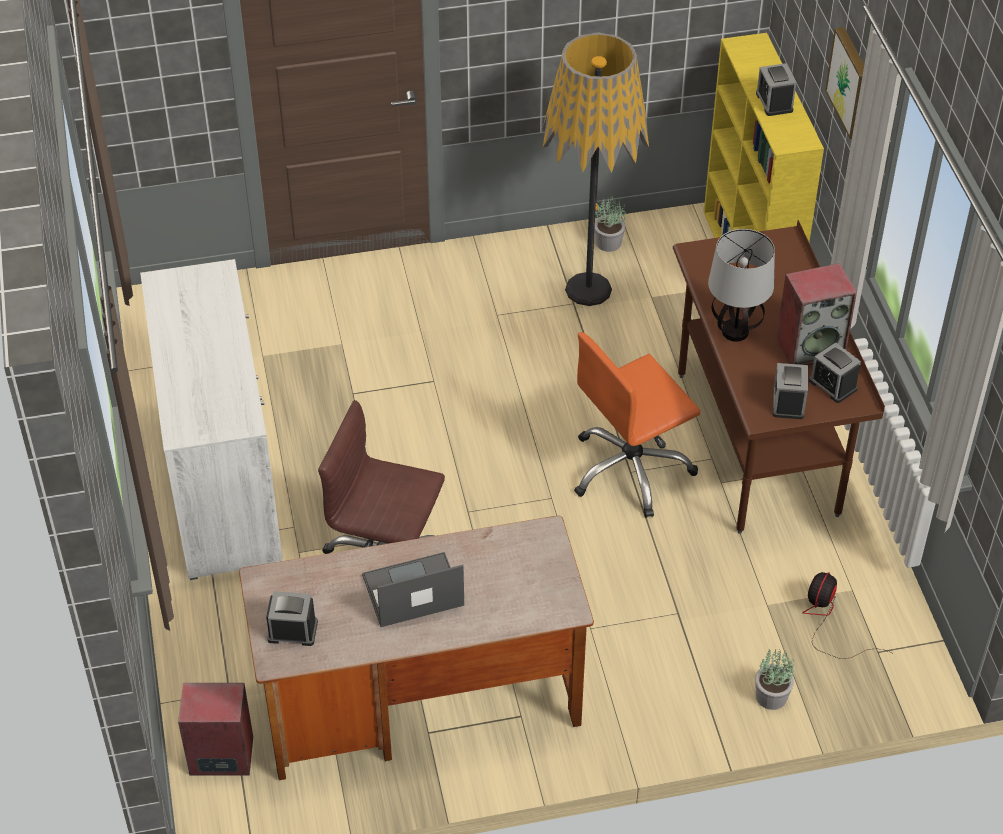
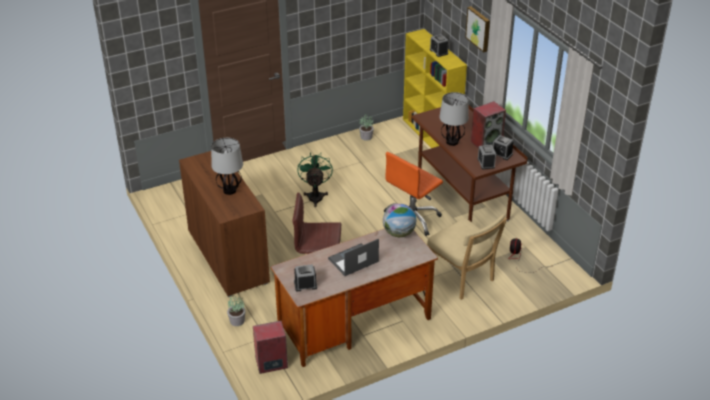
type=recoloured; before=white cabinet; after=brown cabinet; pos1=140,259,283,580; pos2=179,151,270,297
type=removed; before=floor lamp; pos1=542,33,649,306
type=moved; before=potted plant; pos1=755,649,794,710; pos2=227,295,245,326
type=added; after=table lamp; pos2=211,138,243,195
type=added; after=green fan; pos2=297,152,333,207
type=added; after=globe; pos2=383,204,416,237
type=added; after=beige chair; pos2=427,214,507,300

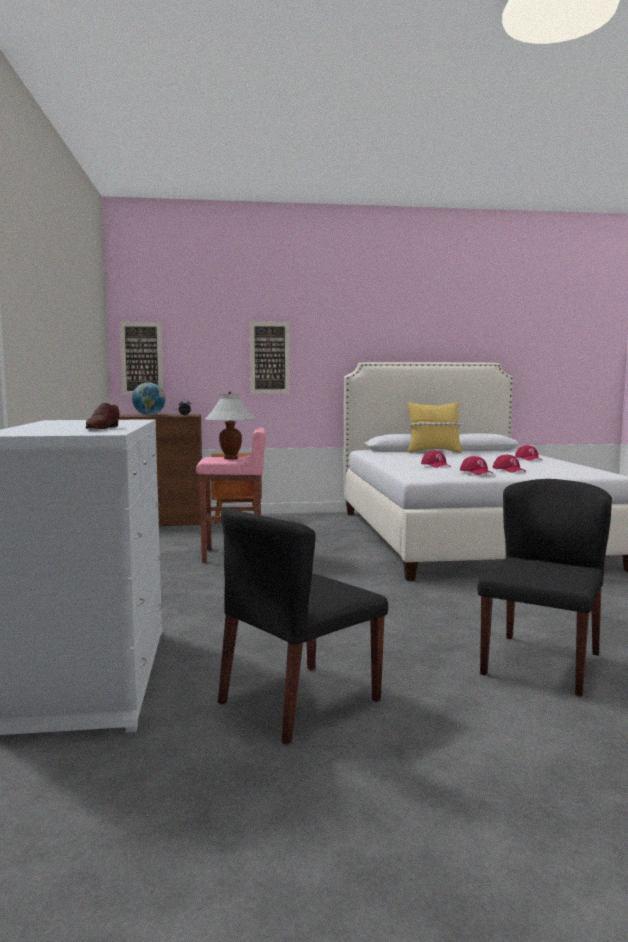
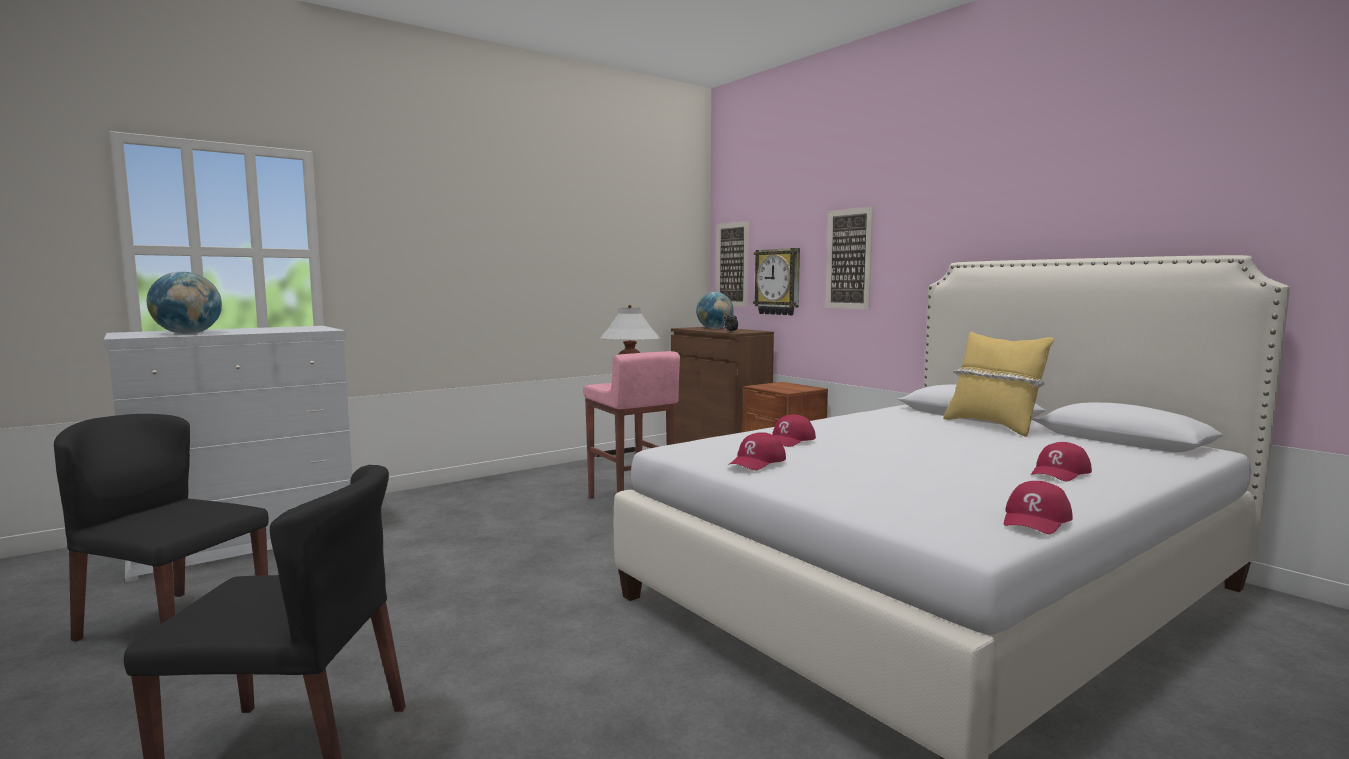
type=replaced; before=brown shoe; after=globe; pos1=86,403,120,429; pos2=147,271,222,334
type=moved; before=red cap; pos1=492,455,526,473; pos2=1004,481,1073,534
type=added; after=wall clock; pos2=753,248,800,315

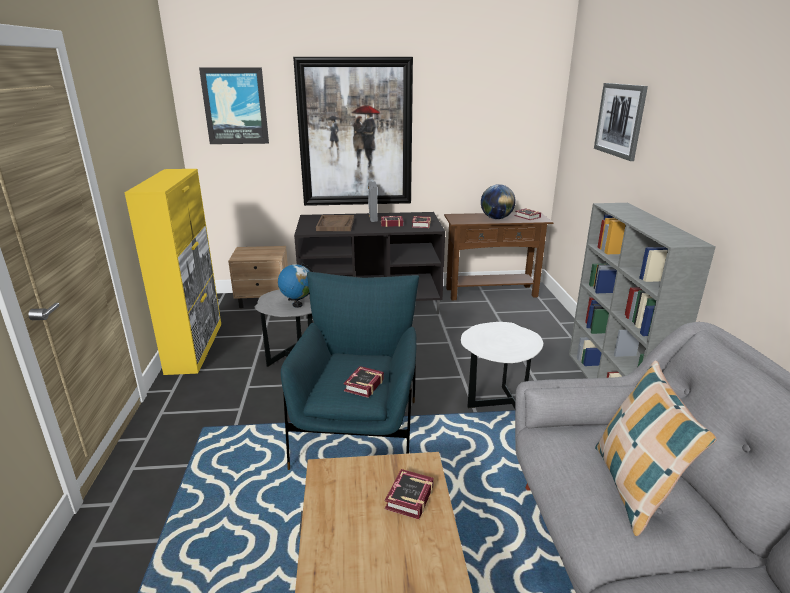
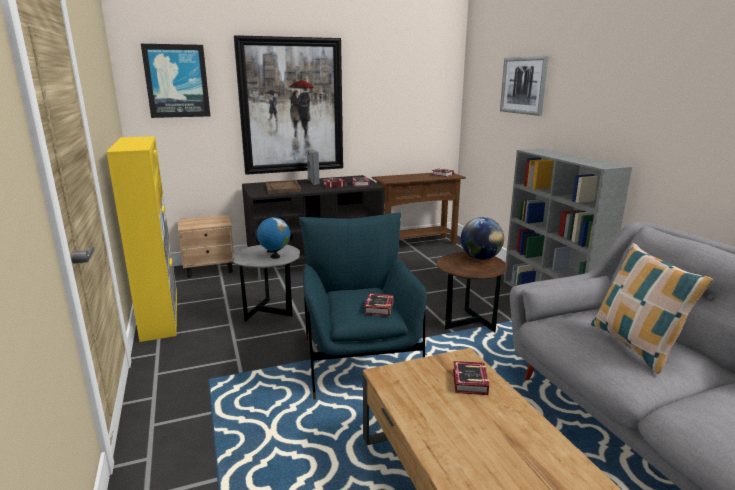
type=recoloured; before=white side table; after=brown side table; pos1=461,322,543,409; pos2=436,252,507,333
type=moved; before=globe; pos1=481,184,516,219; pos2=461,217,504,260

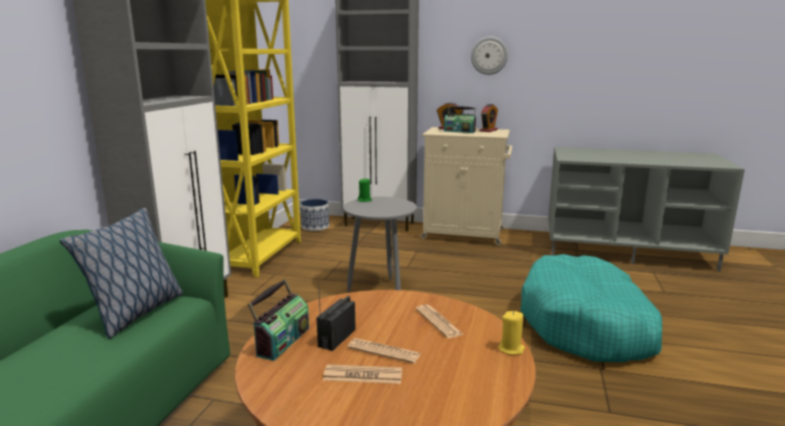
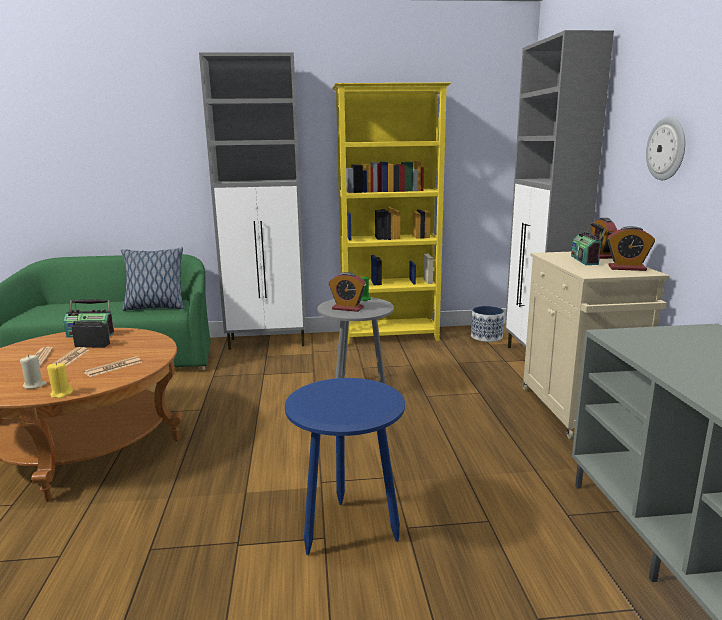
type=replaced; before=turquoise dog bed; after=blue side table; pos1=520,254,662,362; pos2=285,378,405,555
type=added; after=beige candle; pos2=20,355,47,389
type=added; after=alarm clock; pos2=329,272,366,312

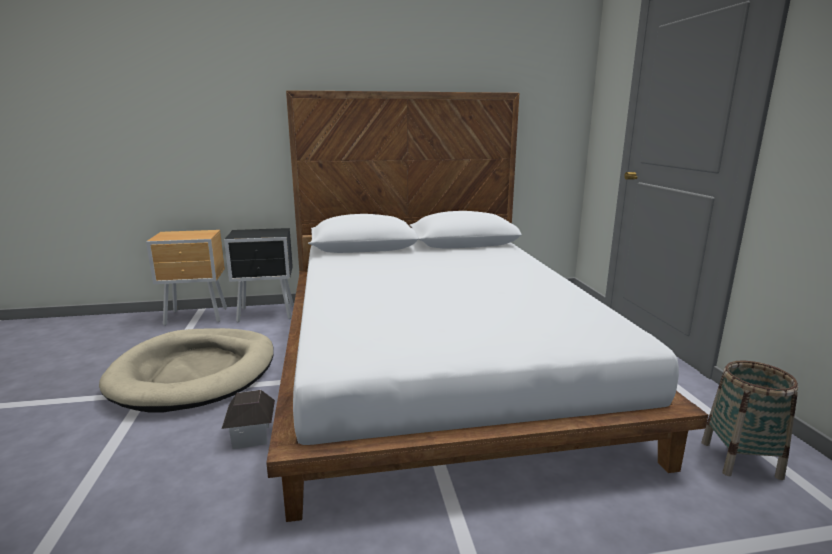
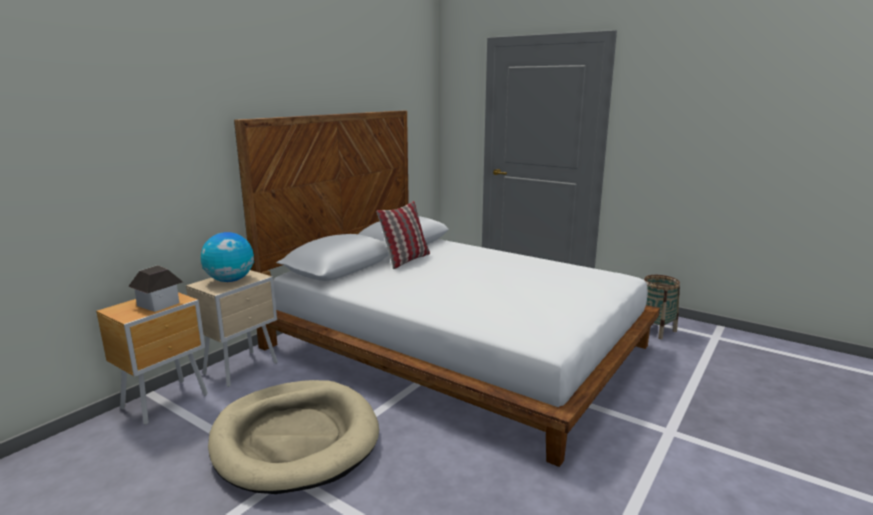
type=moved; before=toy house; pos1=221,390,275,449; pos2=128,265,183,312
type=recoloured; before=black nightstand; after=beige nightstand; pos1=224,228,294,322; pos2=186,270,278,387
type=added; after=globe; pos2=201,232,254,282
type=added; after=pillow; pos2=376,201,430,269

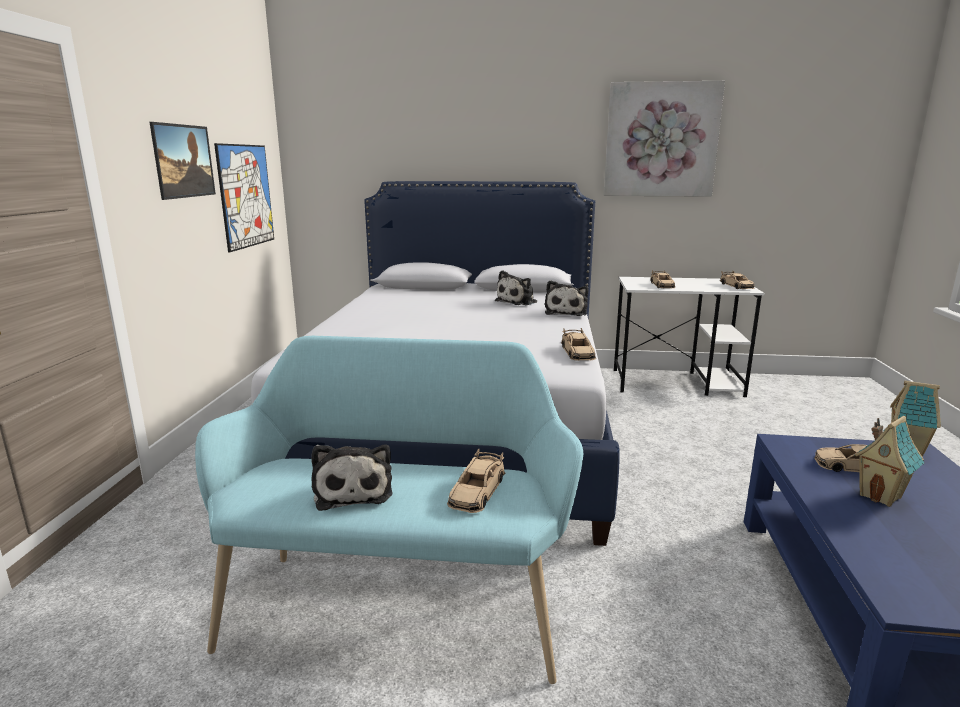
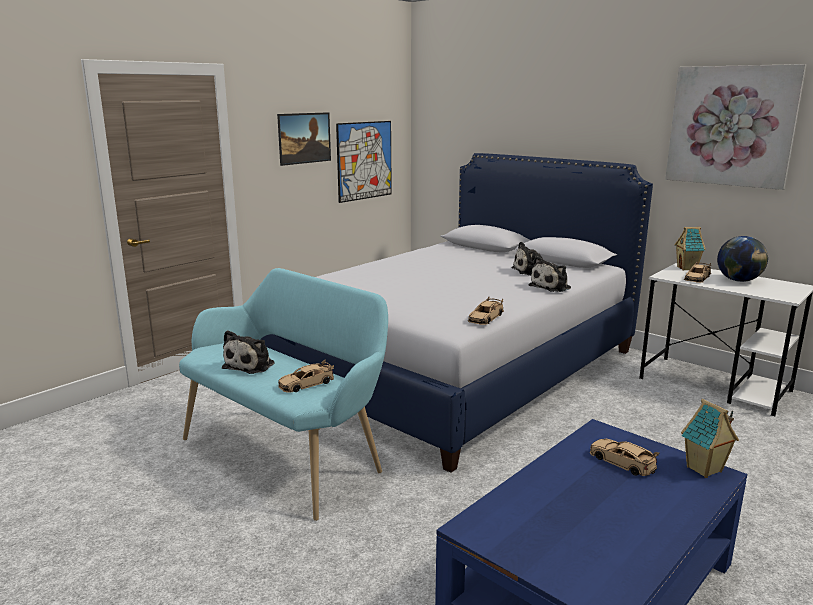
type=removed; before=beige toy car; pos1=720,271,754,289
type=moved; before=toy house; pos1=855,416,924,507; pos2=675,227,706,271
type=added; after=globe; pos2=717,236,768,282

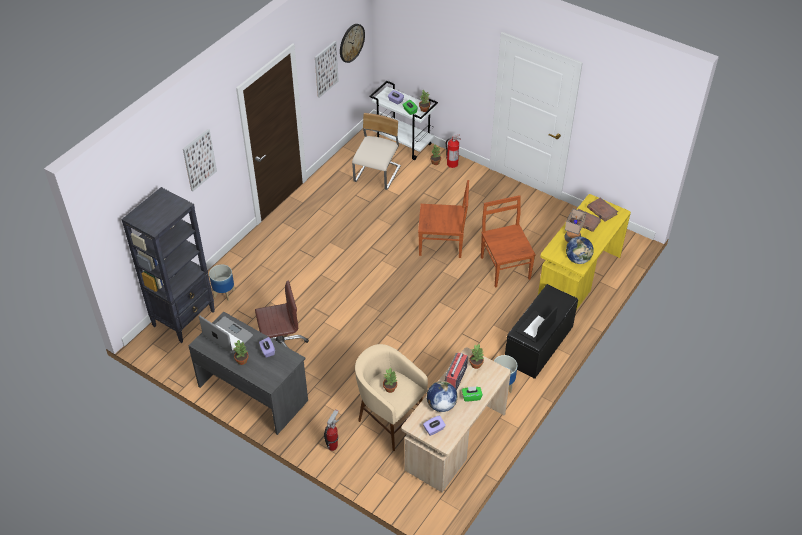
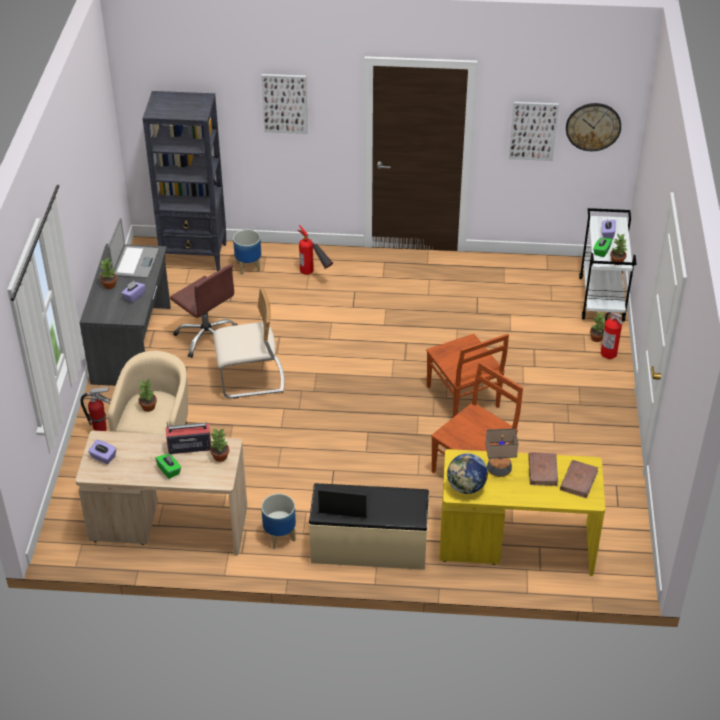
type=moved; before=beige chair; pos1=352,113,401,190; pos2=213,288,284,399
type=removed; before=globe; pos1=427,381,457,412
type=recoloured; before=black bench; after=beige bench; pos1=505,284,578,379; pos2=309,483,429,570
type=added; after=fire extinguisher; pos2=298,225,333,275

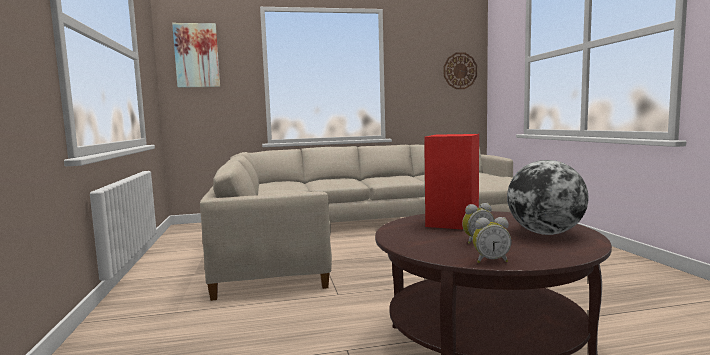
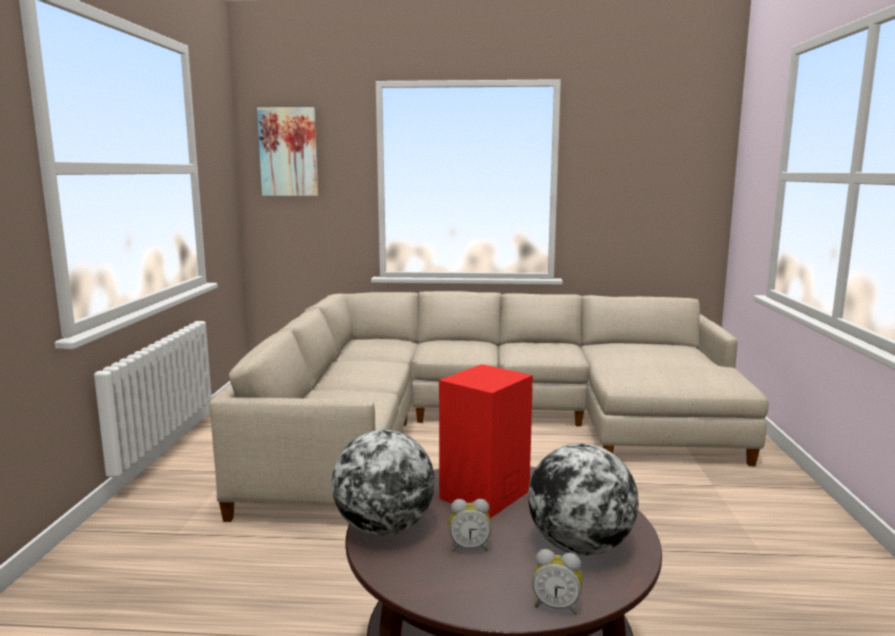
type=removed; before=wall clock; pos1=444,52,477,89
type=moved; before=alarm clock; pos1=473,217,512,263; pos2=532,549,583,615
type=added; after=globe; pos2=332,430,435,536

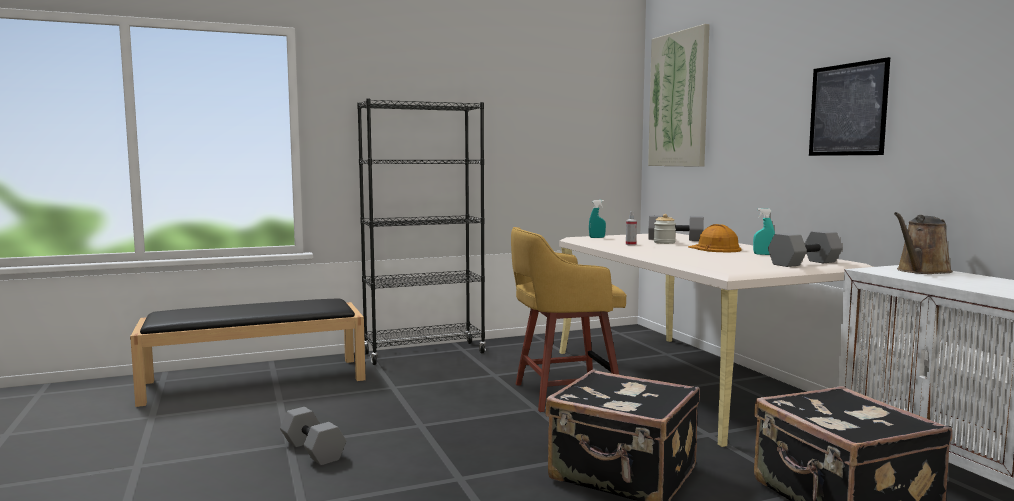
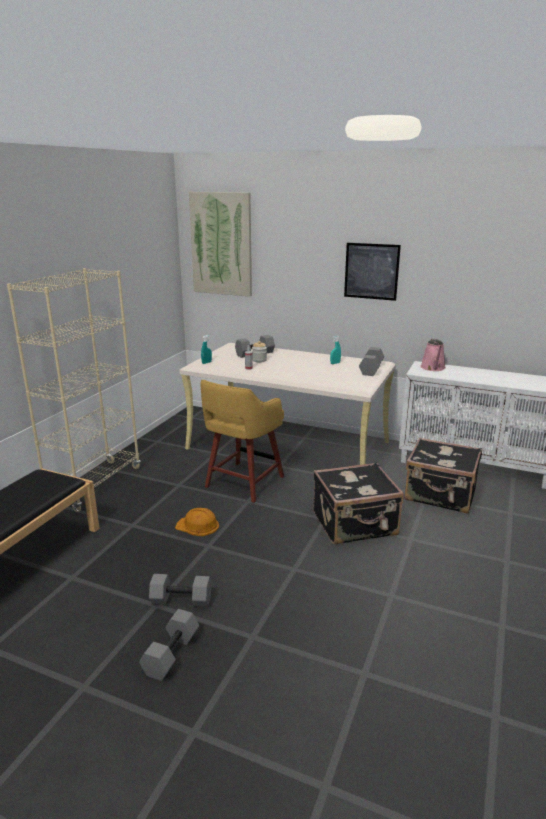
type=recoloured; before=black bookcase; after=beige bookcase; pos1=357,99,486,365; pos2=7,268,140,512
type=moved; before=orange hard hat; pos1=688,224,741,252; pos2=175,508,219,536
type=recoloured; before=brown watering can; after=pink watering can; pos1=894,212,953,274; pos2=420,339,446,371
type=added; after=grey dumbbell; pos2=139,609,199,681

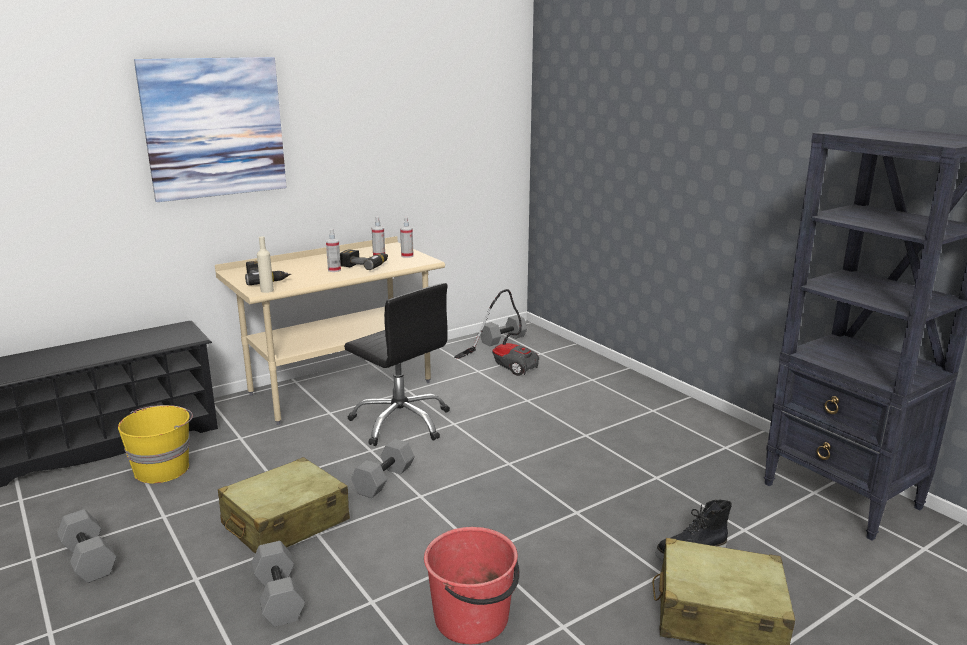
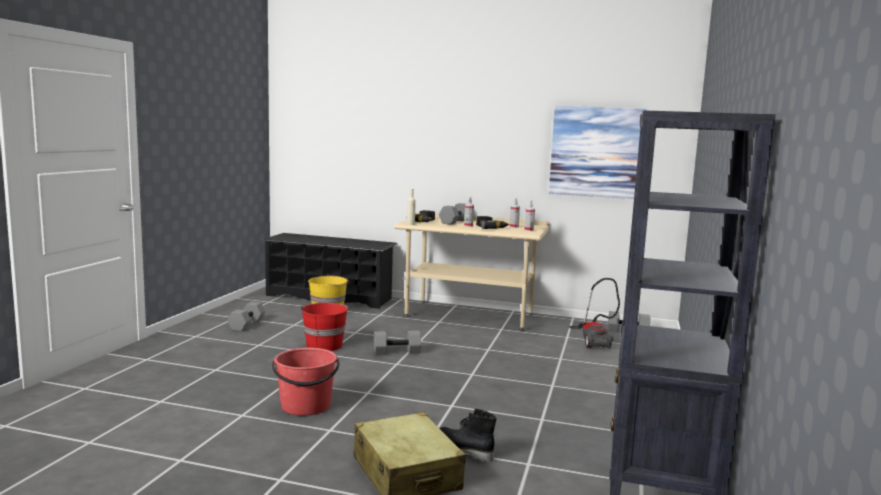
type=moved; before=picture; pos1=134,57,287,202; pos2=549,106,646,199
type=replaced; before=beige suitcase; after=red bucket; pos1=218,457,350,553; pos2=301,303,349,351
type=moved; before=grey dumbbell; pos1=252,541,305,627; pos2=439,203,465,225
type=removed; before=black office chair; pos1=344,283,450,446

